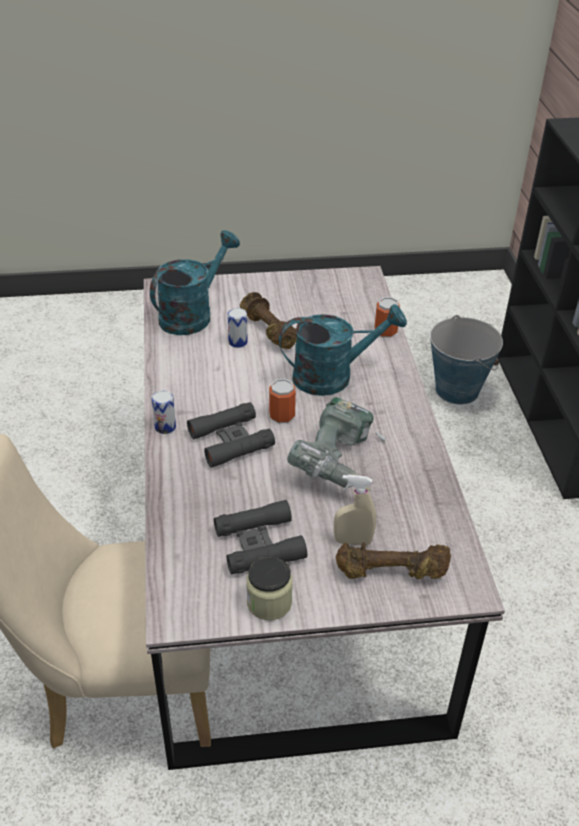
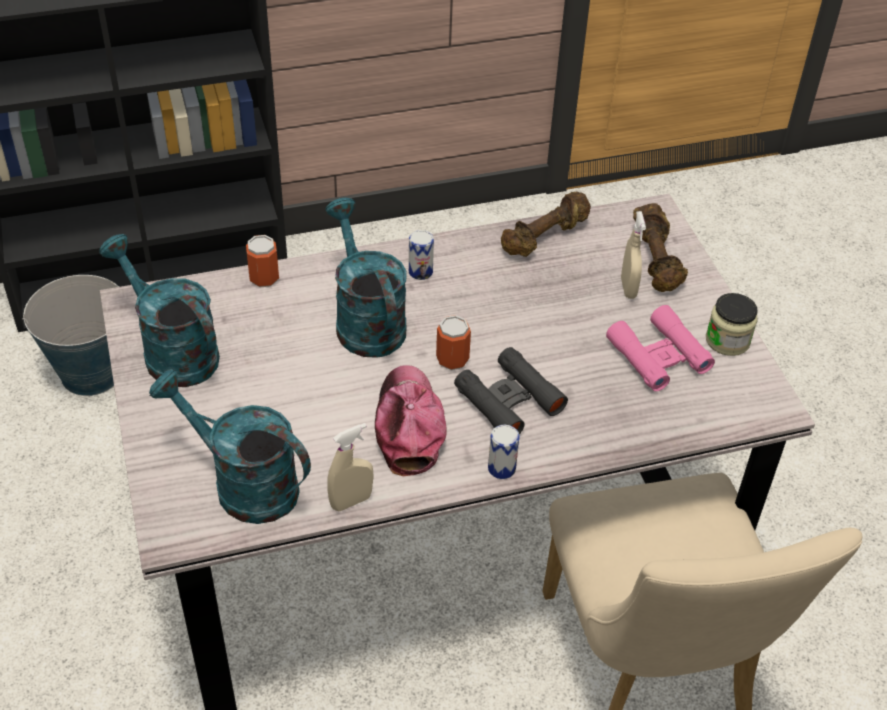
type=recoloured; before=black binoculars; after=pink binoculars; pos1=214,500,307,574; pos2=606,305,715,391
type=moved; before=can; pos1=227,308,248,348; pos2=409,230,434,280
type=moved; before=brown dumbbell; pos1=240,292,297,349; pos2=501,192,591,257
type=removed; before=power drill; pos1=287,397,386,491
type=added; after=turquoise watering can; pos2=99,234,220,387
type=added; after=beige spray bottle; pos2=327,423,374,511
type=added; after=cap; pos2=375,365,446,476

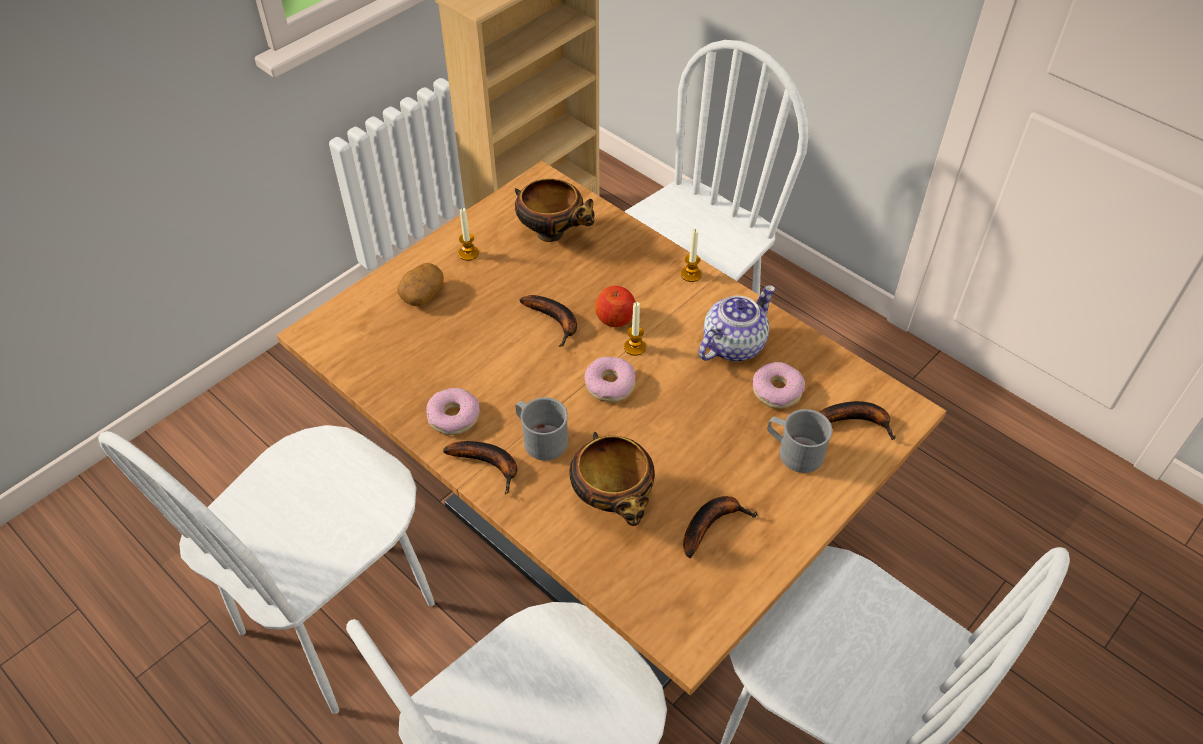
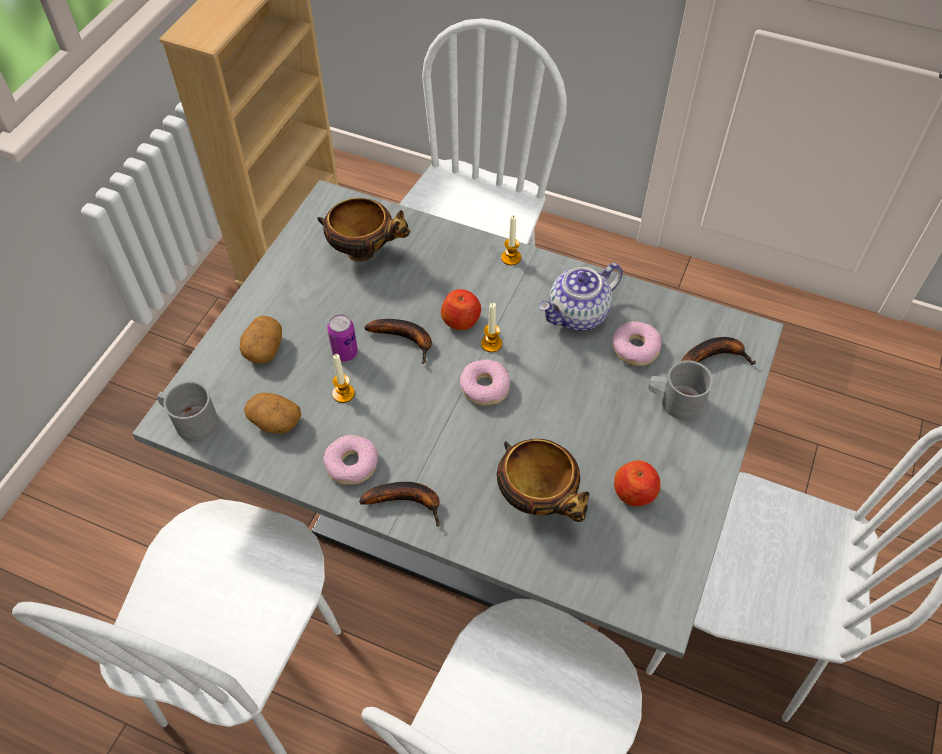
type=recoloured; before=brown dining table; after=grey dining table; pos1=277,161,947,695; pos2=132,180,784,659
type=moved; before=candle; pos1=458,208,479,261; pos2=332,354,355,403
type=moved; before=grey mug; pos1=515,397,568,461; pos2=157,381,218,441
type=replaced; before=banana; after=apple; pos1=683,496,758,558; pos2=614,460,660,506
type=turned; before=teapot; pos1=698,285,775,361; pos2=539,263,623,331; turn=-150
type=added; after=potato; pos2=244,392,301,434
type=added; after=can; pos2=327,314,358,362

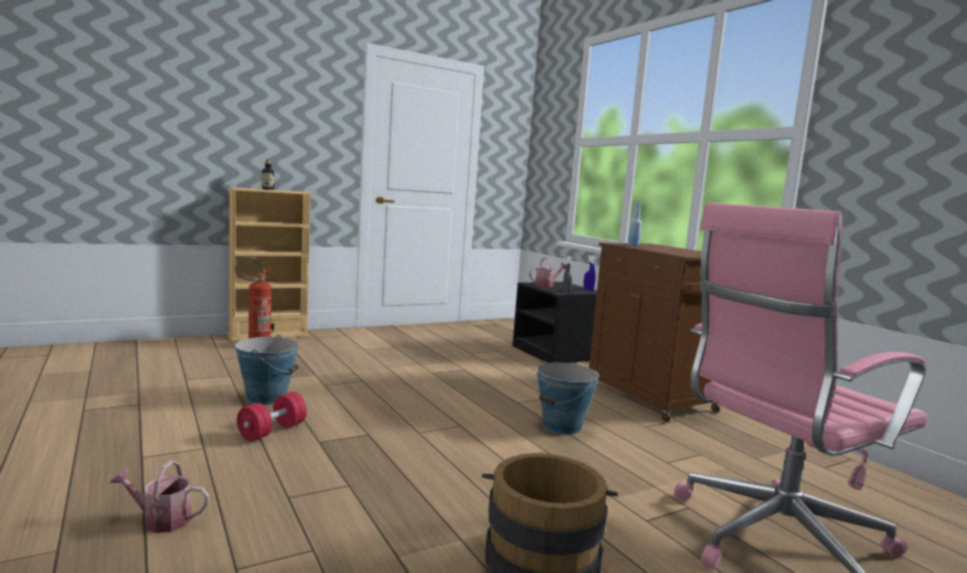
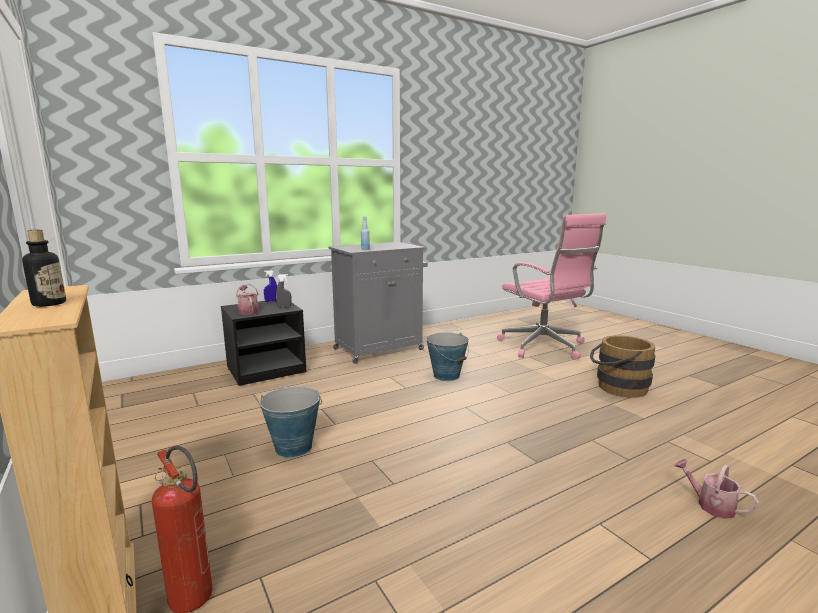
type=turned; before=watering can; pos1=110,460,209,533; pos2=674,459,759,519; turn=135
type=moved; before=bucket; pos1=235,335,299,405; pos2=260,386,322,458
type=removed; before=red dumbbell; pos1=237,392,307,441
type=recoloured; before=brown cabinet; after=grey cabinet; pos1=589,242,720,422; pos2=328,242,428,364

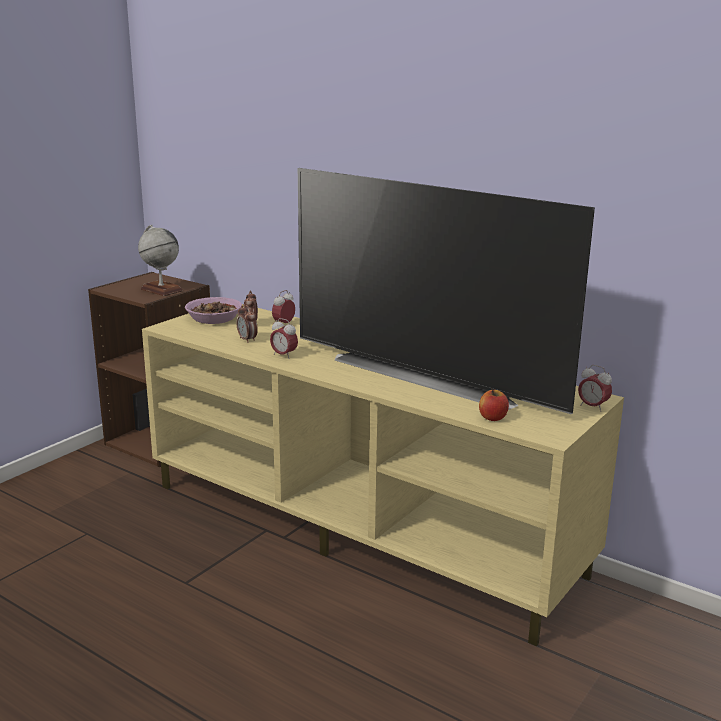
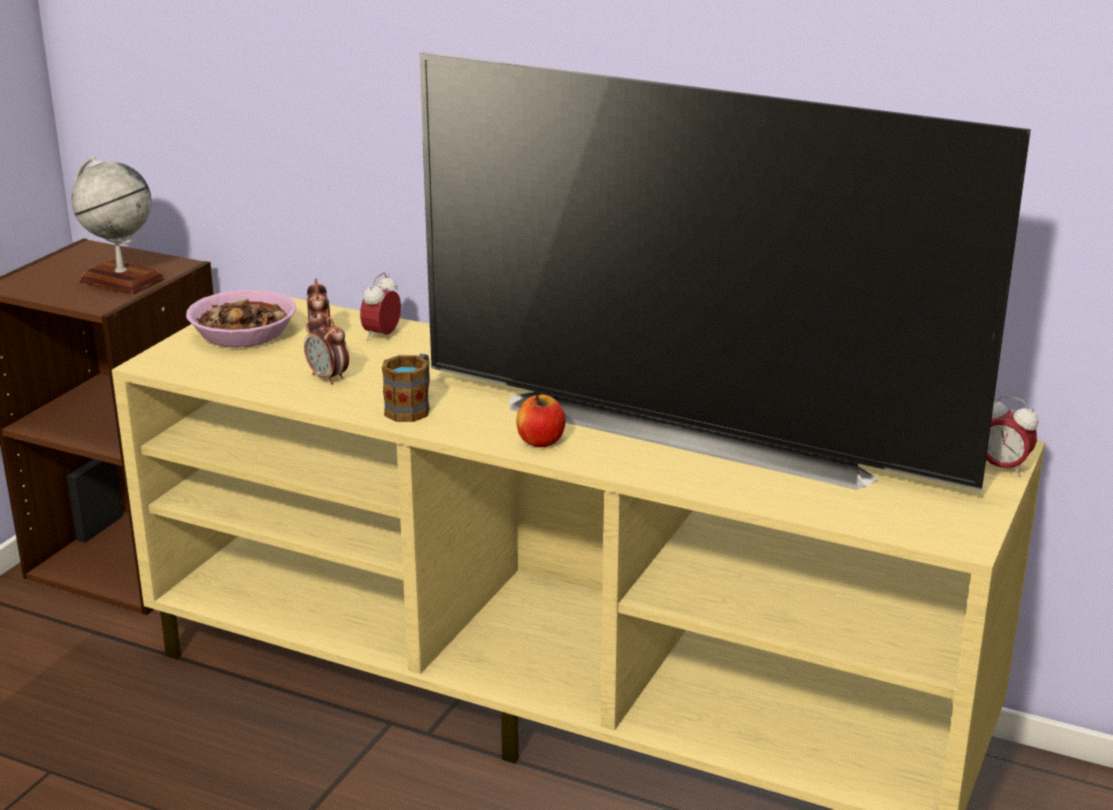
type=replaced; before=alarm clock; after=mug; pos1=270,318,298,359; pos2=382,354,430,422
type=moved; before=apple; pos1=479,389,509,421; pos2=516,394,566,447

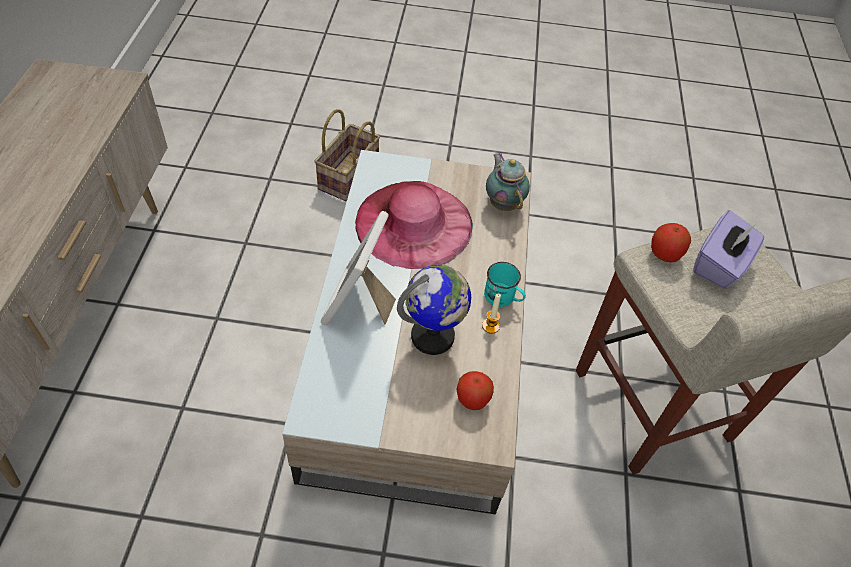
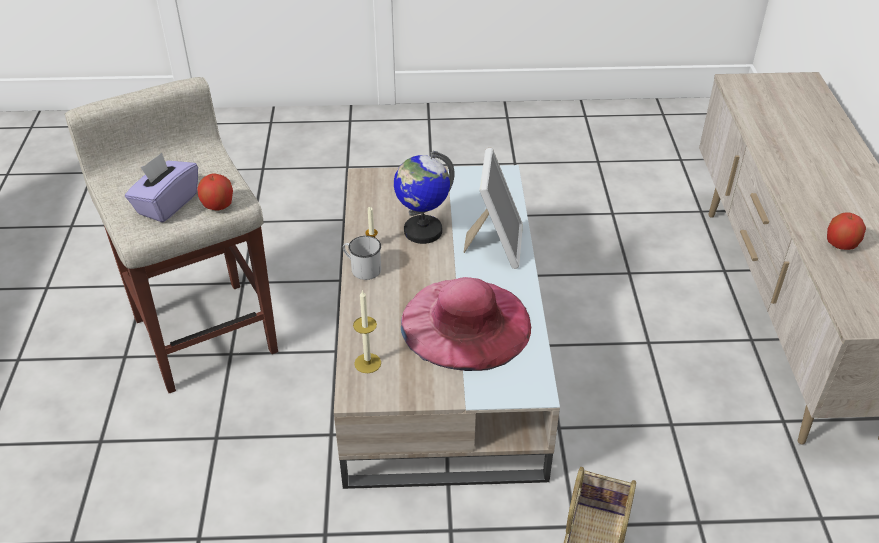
type=moved; before=apple; pos1=456,371,494,410; pos2=827,212,866,250
type=recoloured; before=turquoise mug; after=white mug; pos1=484,262,526,307; pos2=342,236,381,280
type=replaced; before=teapot; after=candle; pos1=486,153,530,211; pos2=353,290,381,373

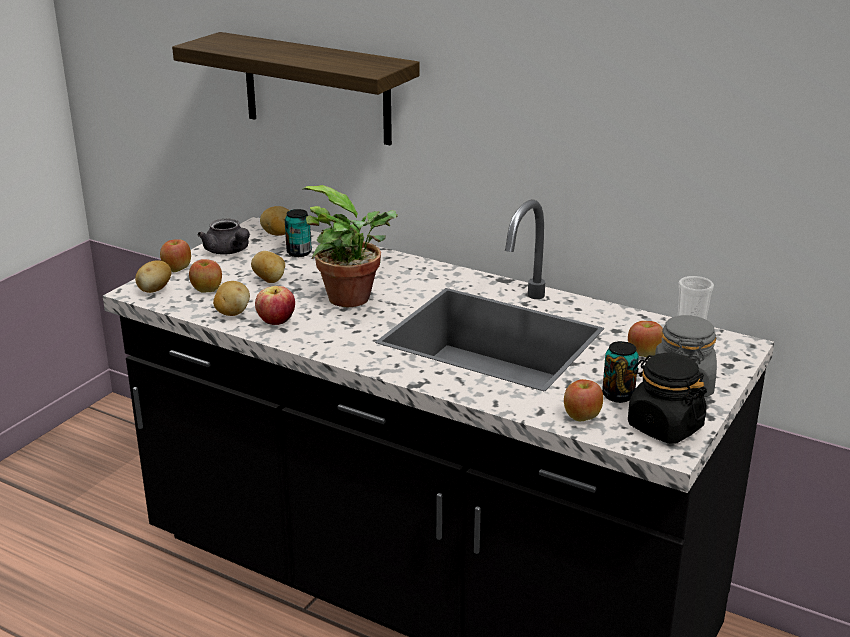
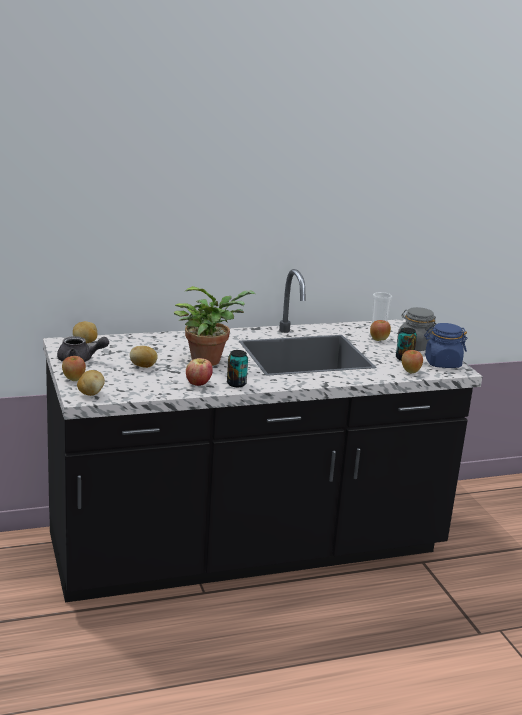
type=removed; before=shelf; pos1=172,32,420,145
type=removed; before=apple; pos1=189,259,222,293
type=removed; before=potato; pos1=213,281,250,316
type=moved; before=can; pos1=285,209,312,257; pos2=227,350,248,387
type=recoloured; before=black jar; after=blue jar; pos1=628,353,707,444; pos2=424,323,467,368

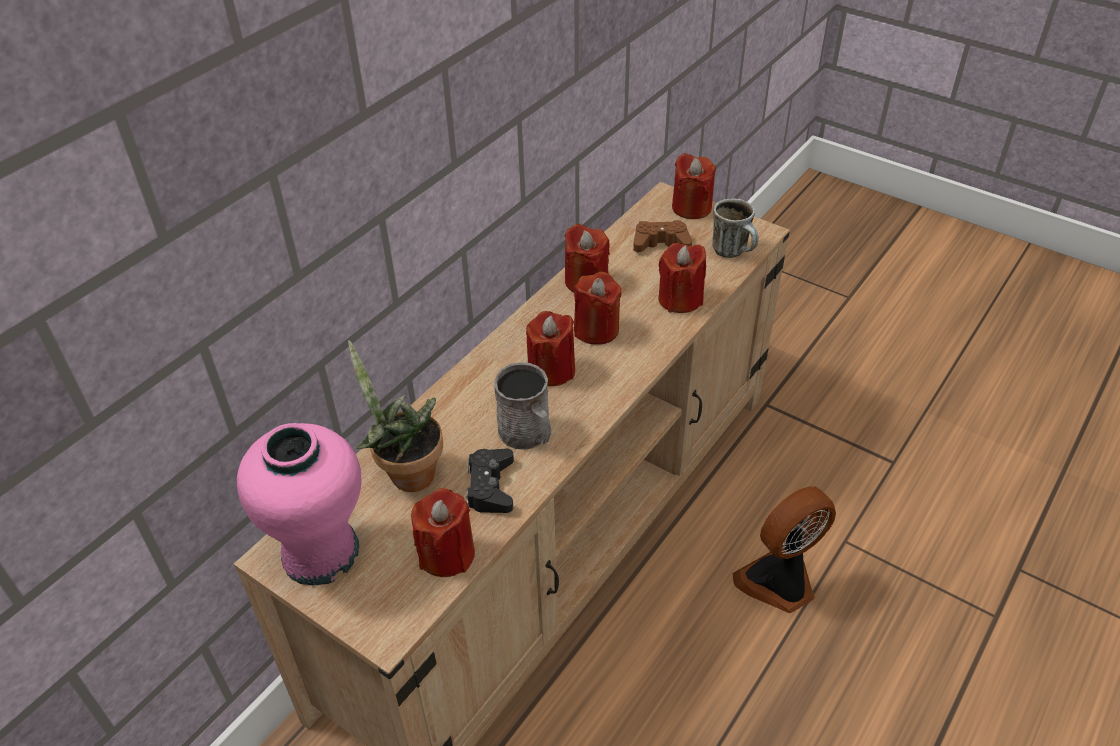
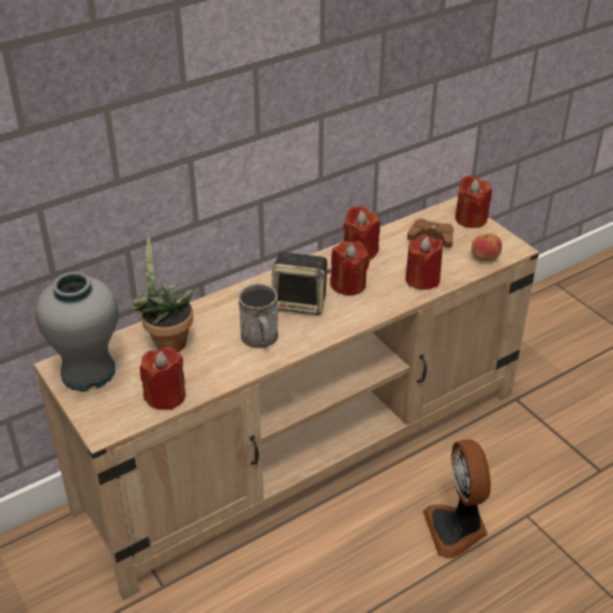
type=recoloured; before=pink vase; after=grey vase; pos1=237,423,361,585; pos2=35,272,119,392
type=removed; before=black game controller; pos1=466,449,514,513
type=replaced; before=red candle; after=speaker; pos1=526,311,575,386; pos2=272,252,331,315
type=replaced; before=mug; after=apple; pos1=712,198,758,258; pos2=471,233,502,262
type=turned; before=fan; pos1=732,486,836,613; pos2=423,439,491,559; turn=-90

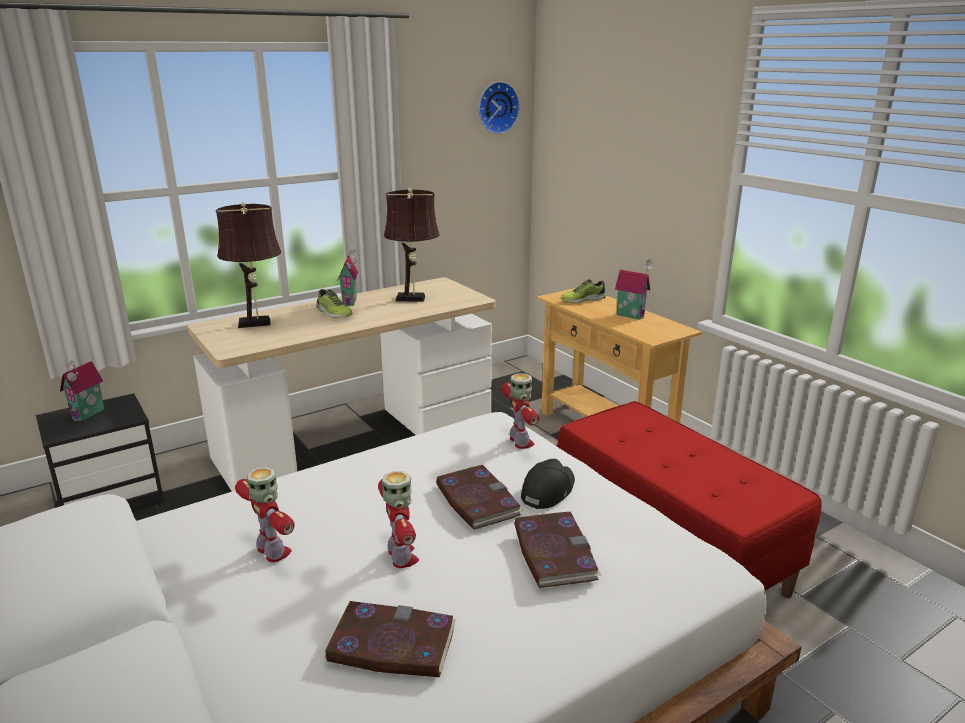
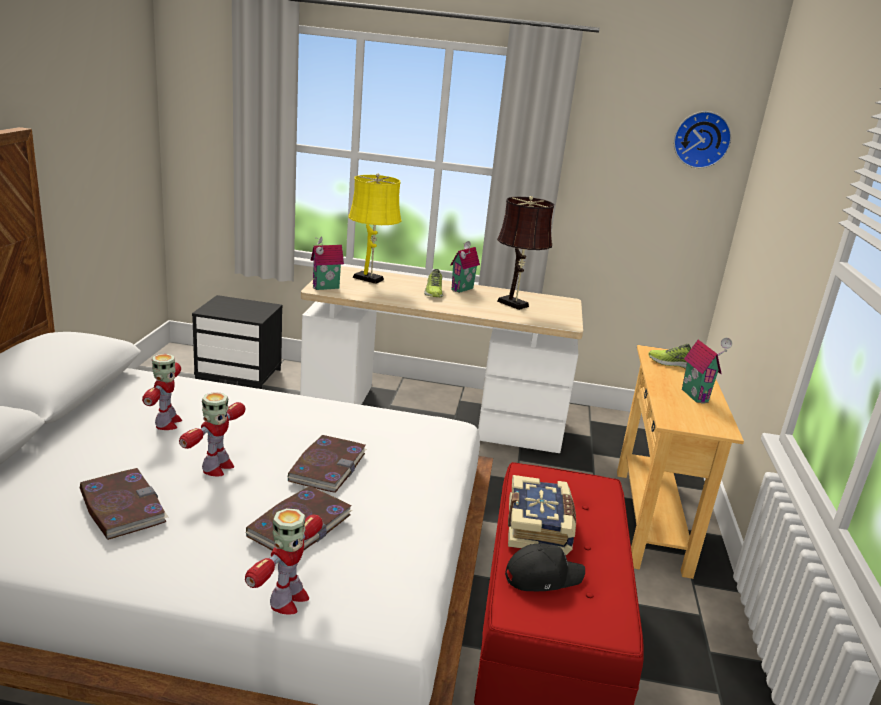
type=moved; before=toy house; pos1=60,360,104,421; pos2=311,236,344,290
type=recoloured; before=brown table lamp; after=yellow table lamp; pos1=216,202,281,328; pos2=349,173,402,284
type=moved; before=toy robot; pos1=501,373,539,449; pos2=245,508,323,615
type=moved; before=black cap; pos1=521,459,575,509; pos2=505,543,585,591
type=added; after=book; pos2=508,475,576,555

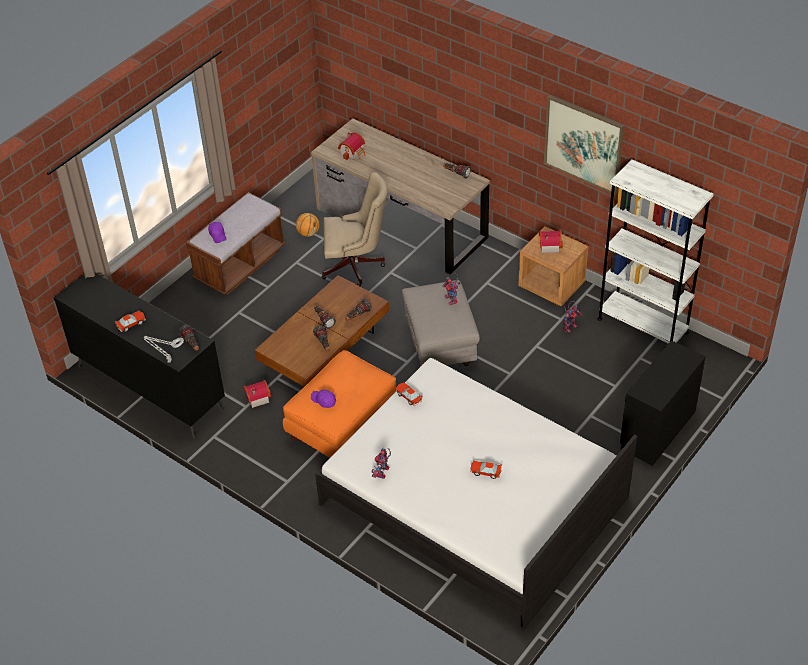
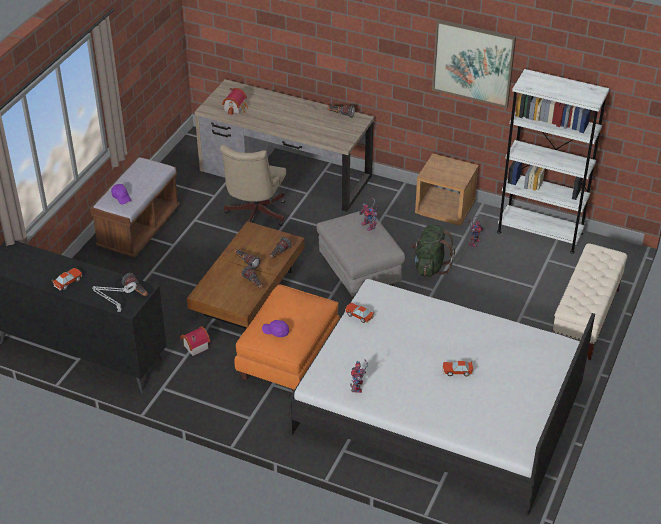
type=removed; before=basketball; pos1=296,213,320,237
type=turned; before=beige office chair; pos1=322,172,388,287; pos2=220,144,286,226; turn=120
type=removed; before=toy house; pos1=539,230,563,253
type=replaced; before=black dresser; after=beige bench; pos1=620,340,706,466; pos2=553,243,627,360
type=added; after=green backpack; pos2=411,224,455,277

